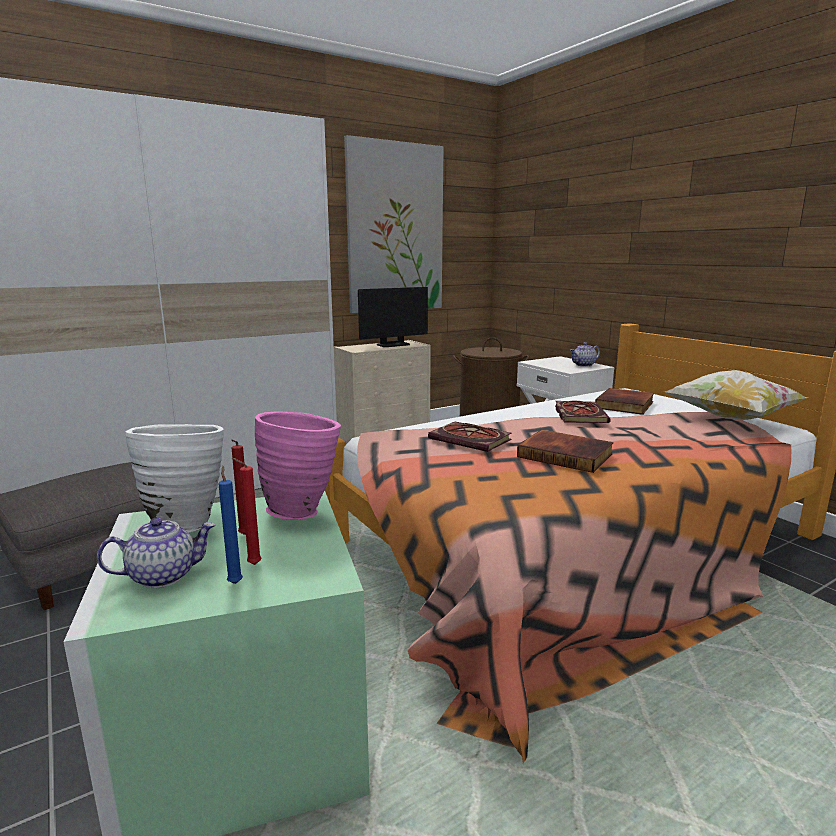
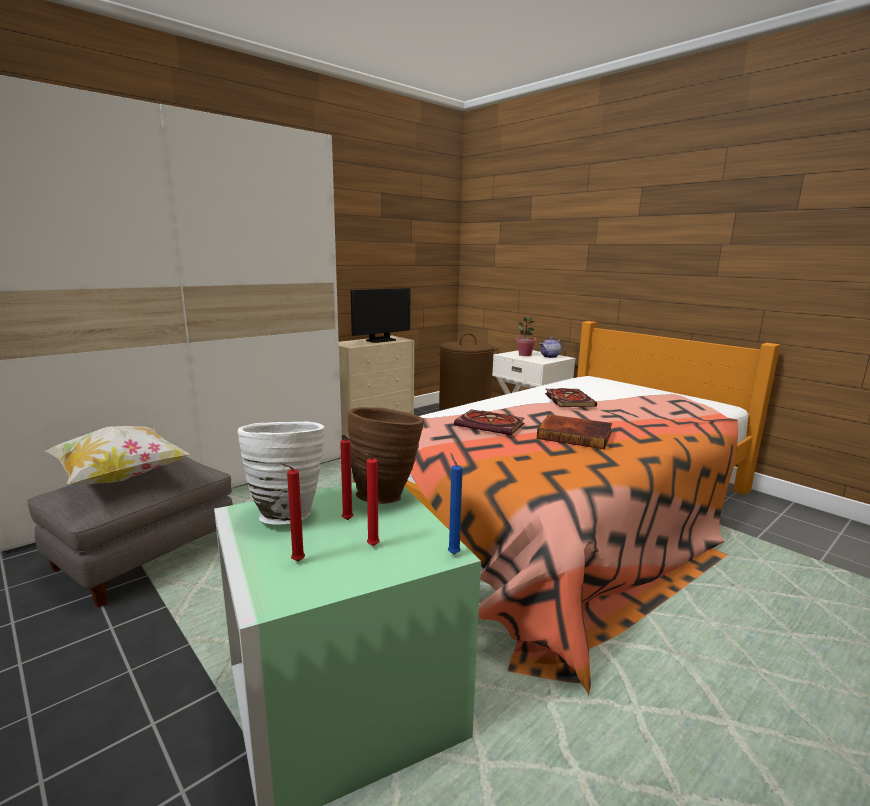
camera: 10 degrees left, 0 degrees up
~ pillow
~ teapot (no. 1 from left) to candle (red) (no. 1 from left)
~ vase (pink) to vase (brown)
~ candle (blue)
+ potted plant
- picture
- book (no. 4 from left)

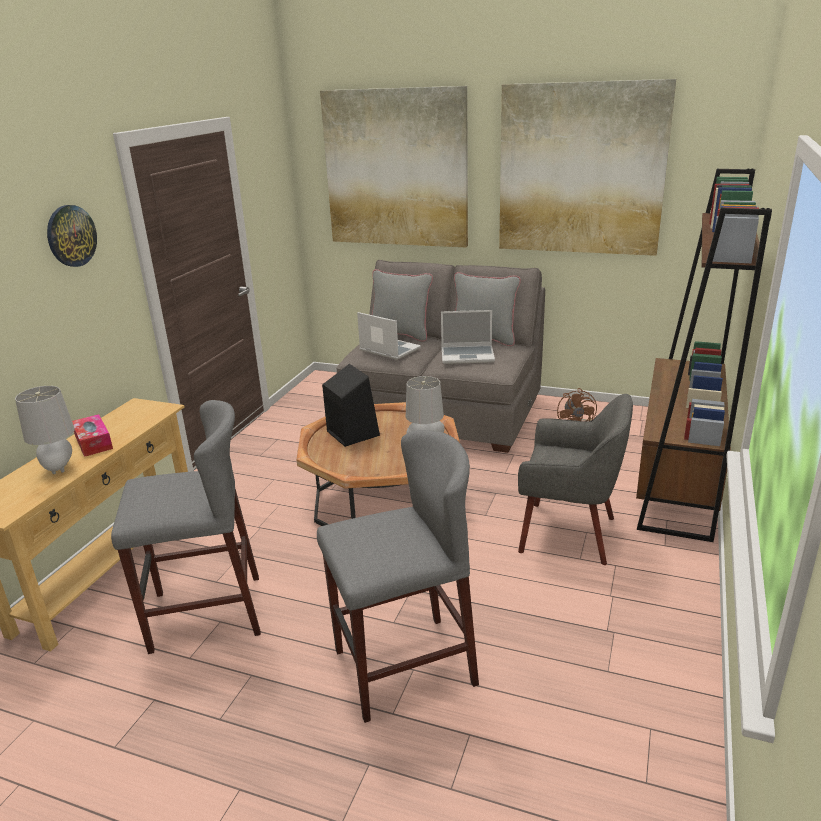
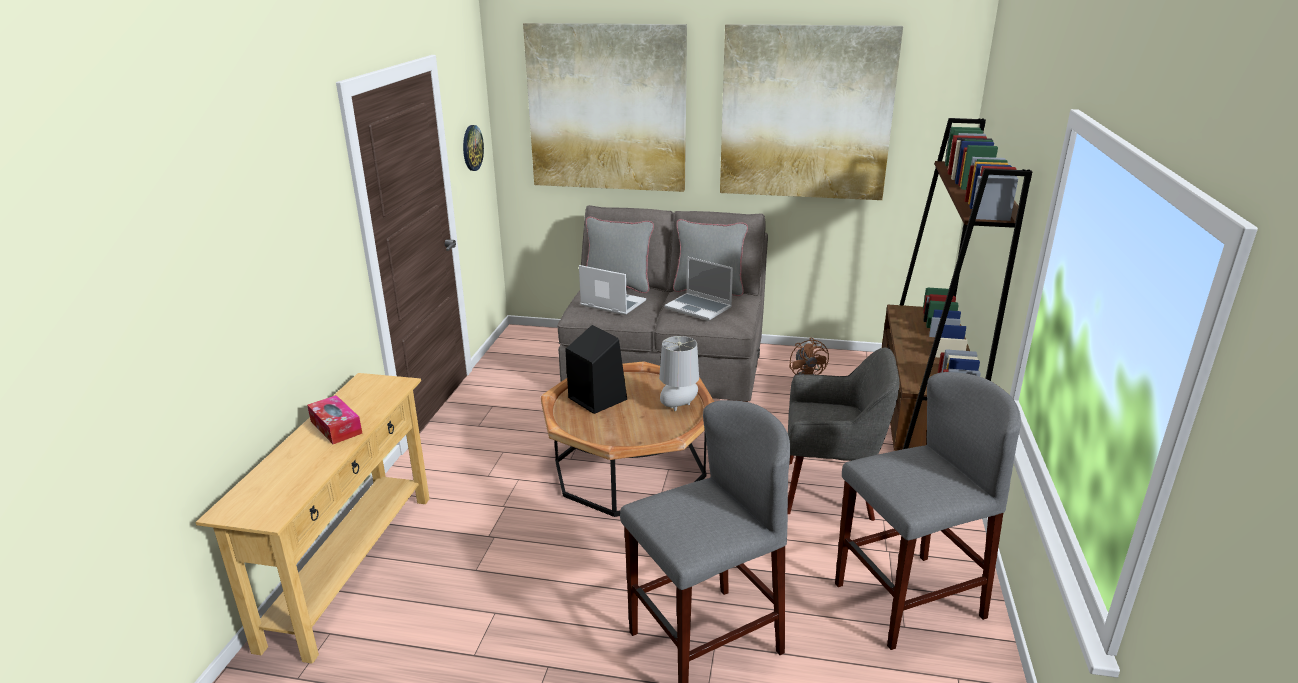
camera: 10 degrees left, 0 degrees up
~ wall clock
~ laptop (no. 2 from left) 45 degrees clockwise
~ stool (grey) (no. 1 from left in the first image) to stool (grey) (no. 2 from left)
- table lamp (grey) (no. 1 from left)

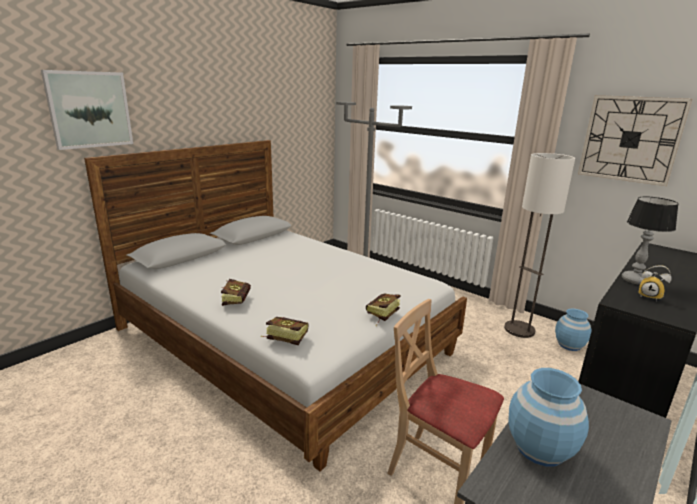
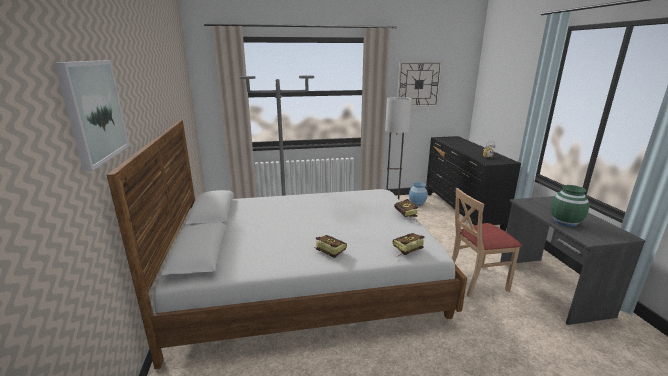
camera: 50 degrees left, 0 degrees up
~ vase (blue) (no. 1 from left) to vase (green)
- table lamp

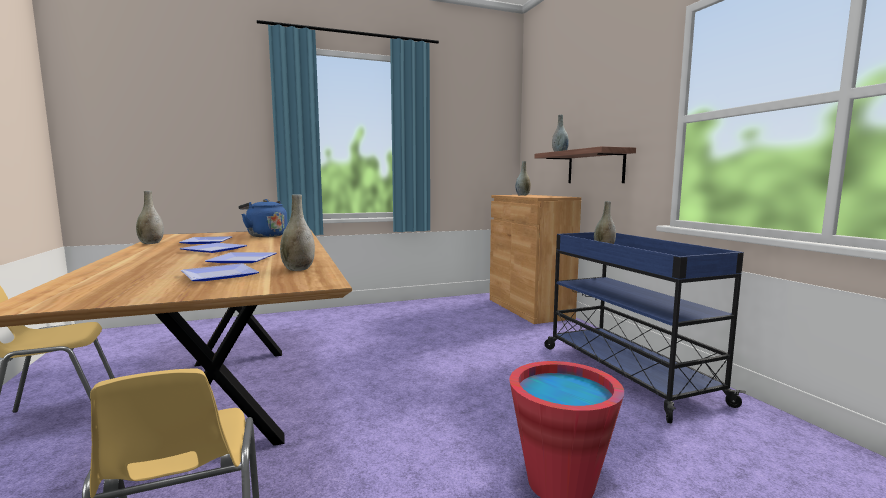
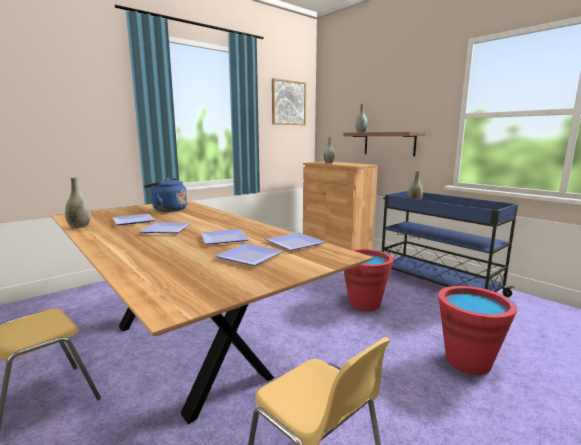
camera: 20 degrees left, 5 degrees up
~ vase (grey) (no. 2 from left) to plate (no. 5 from left)
+ picture
+ bucket (red) (no. 1 from left)

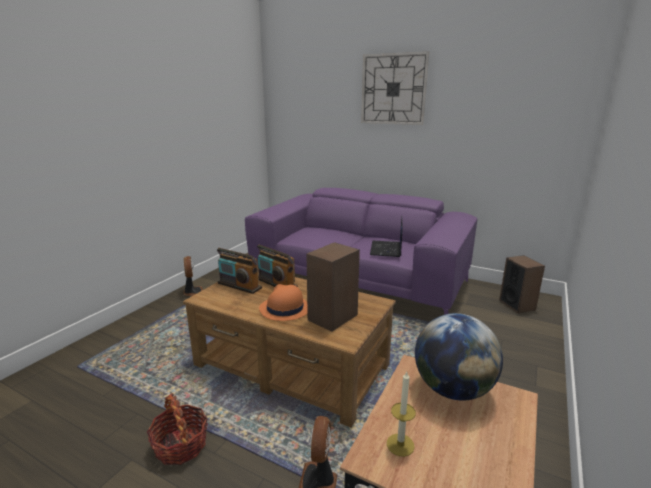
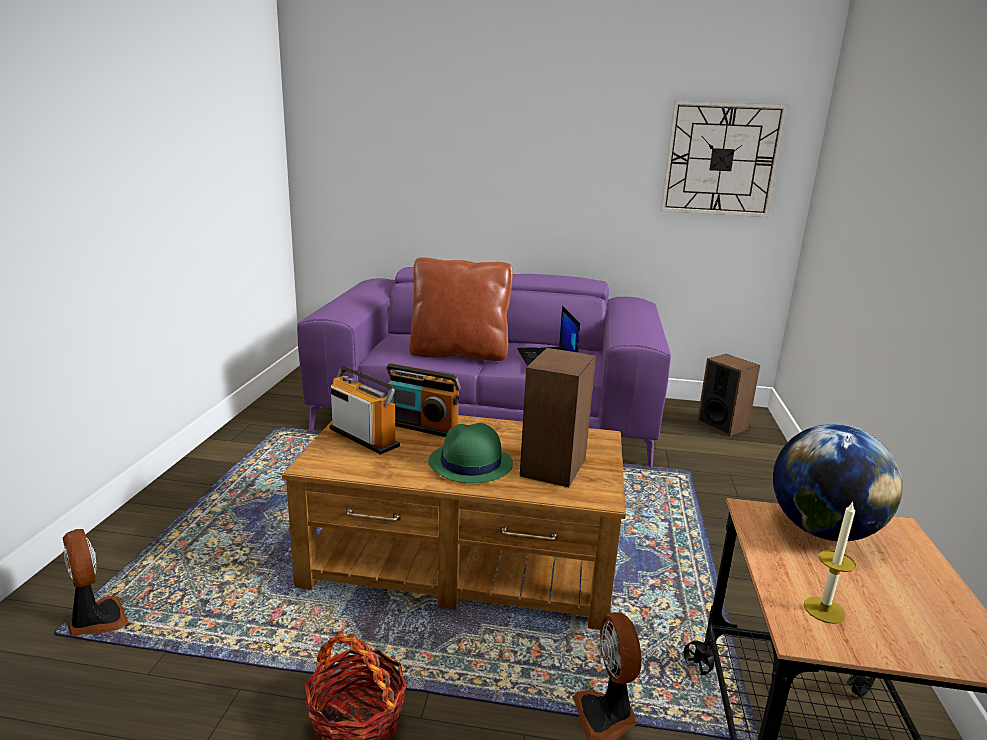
camera: 20 degrees left, 0 degrees up
~ fan (no. 1 from left)
~ radio (no. 1 from left) 150 degrees counterclockwise
+ pillow (brown)
~ hat (orange) to hat (green)
~ wall clock

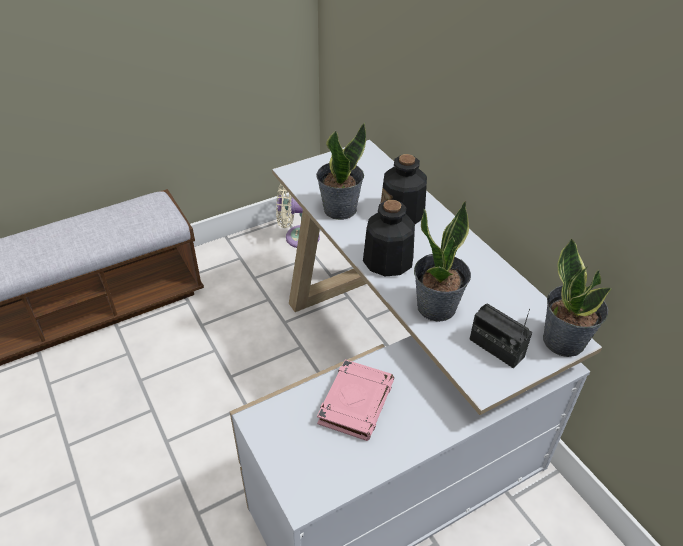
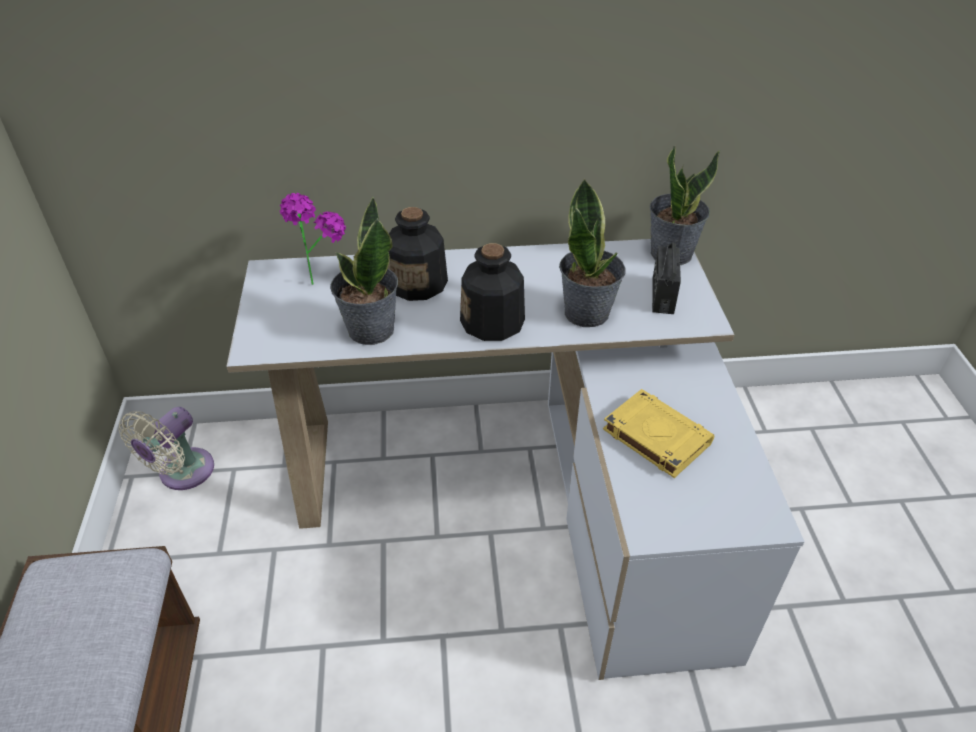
camera: 65 degrees left, 0 degrees up
+ potted plant (no. 1 from left)
~ book (pink) to book (yellow)
~ radio 120 degrees clockwise

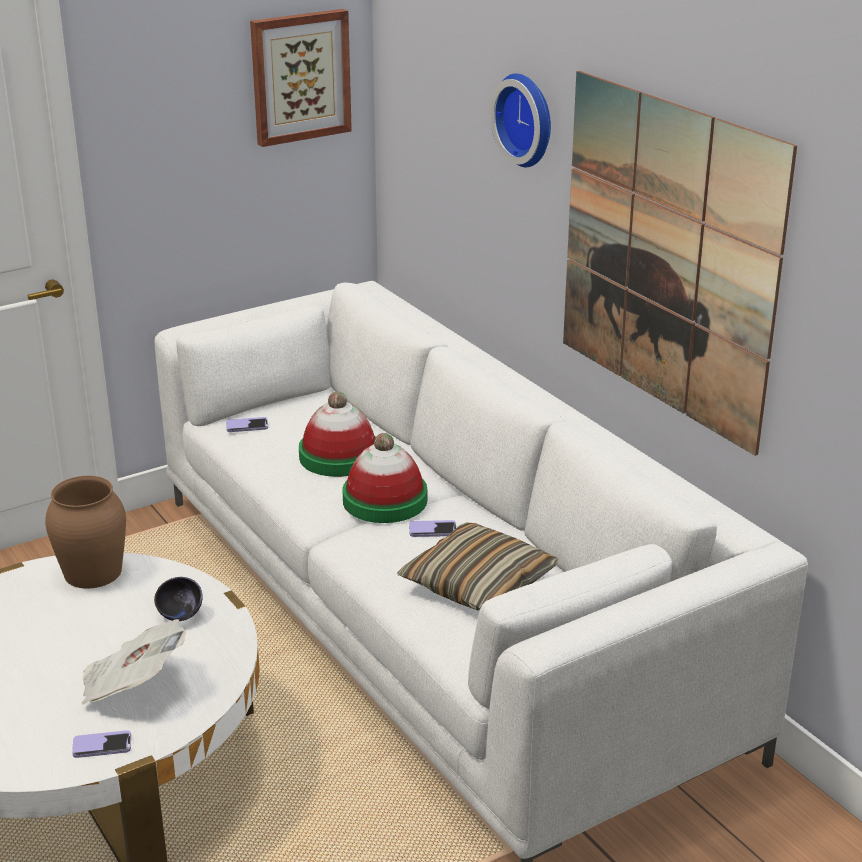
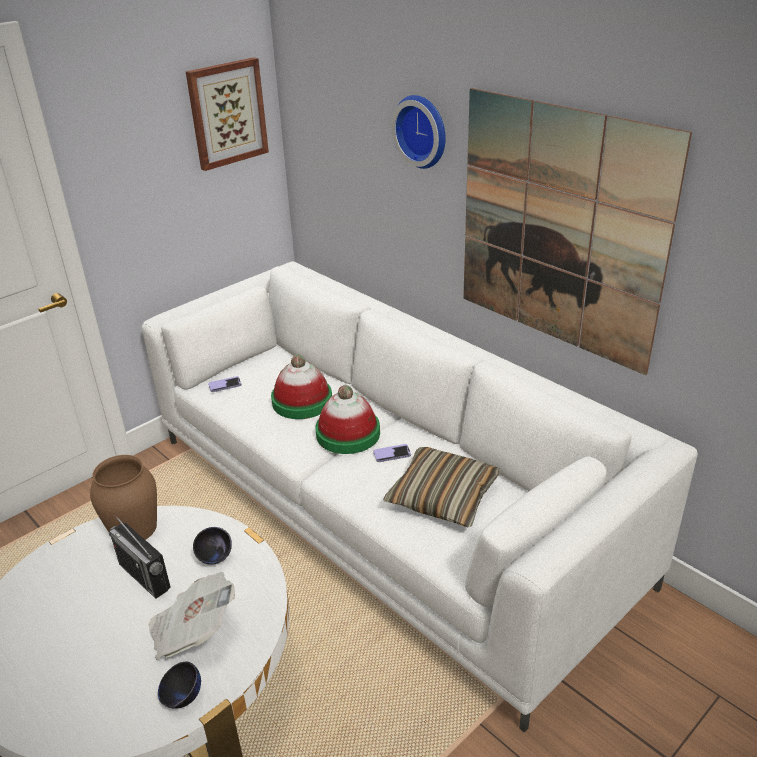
camera: 10 degrees left, 5 degrees up
+ radio
~ phone (no. 1 from left) to bowl (black) (no. 1 from left)

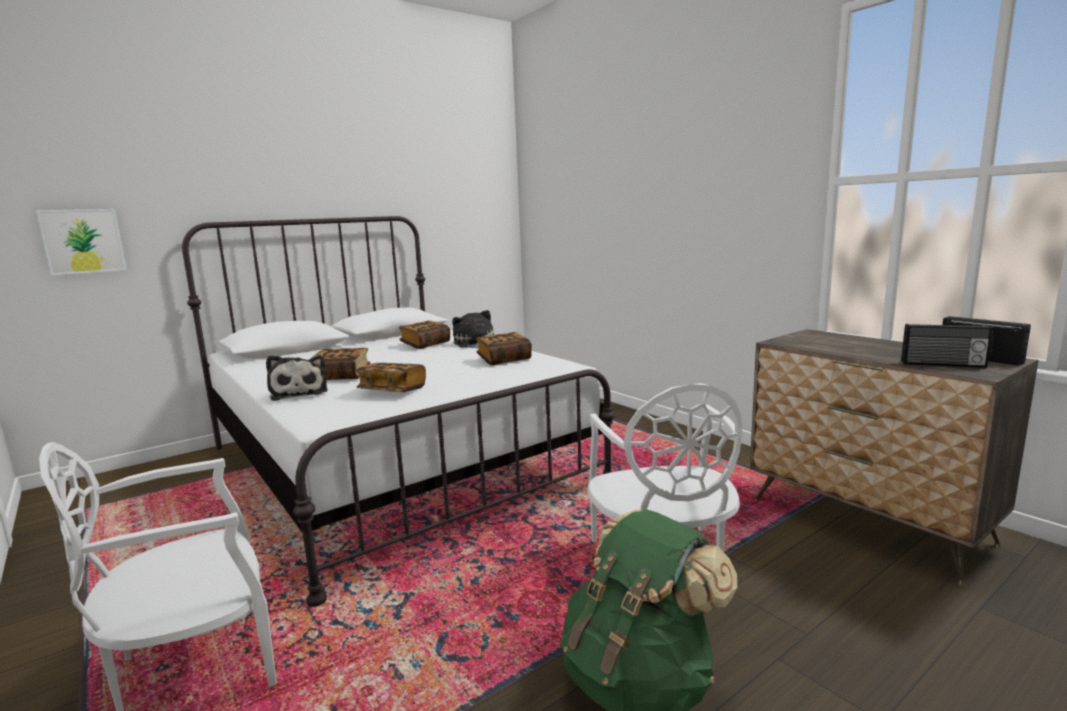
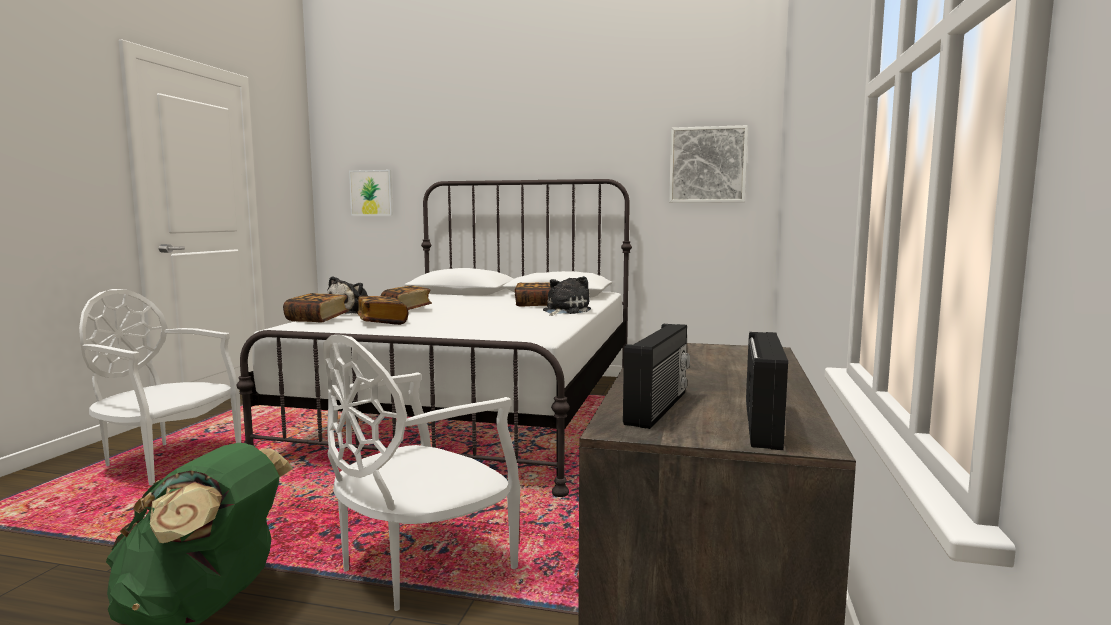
camera: 50 degrees right, 5 degrees down
~ book (no. 4 from left in the first image) to book (no. 1 from left)
~ radio (no. 1 from left) 135 degrees counterclockwise
+ picture (no. 2 from left)

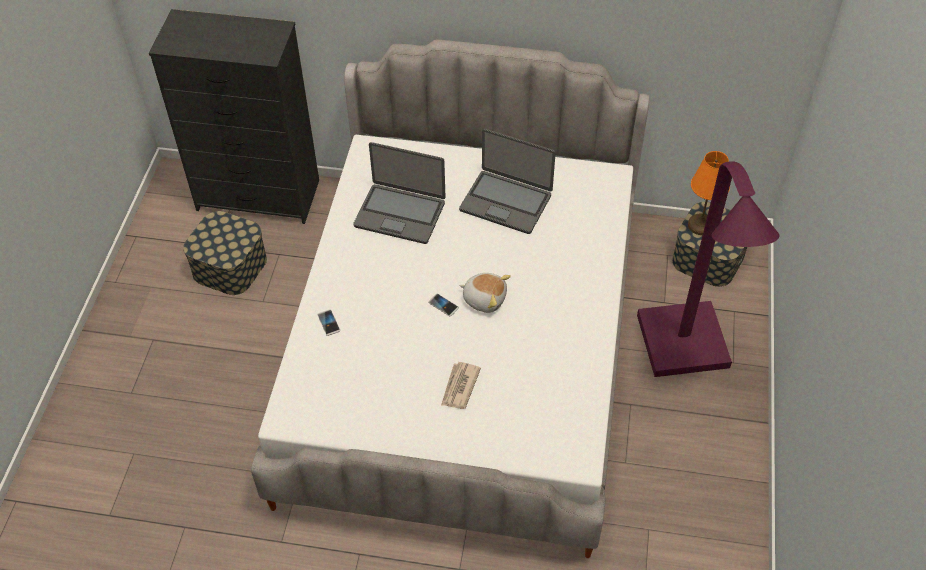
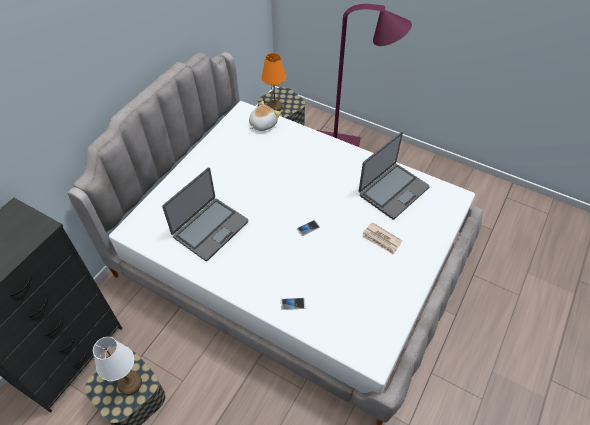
camera: 70 degrees left, 0 degrees up
+ table lamp (white)
~ plush toy
~ laptop (no. 2 from left)

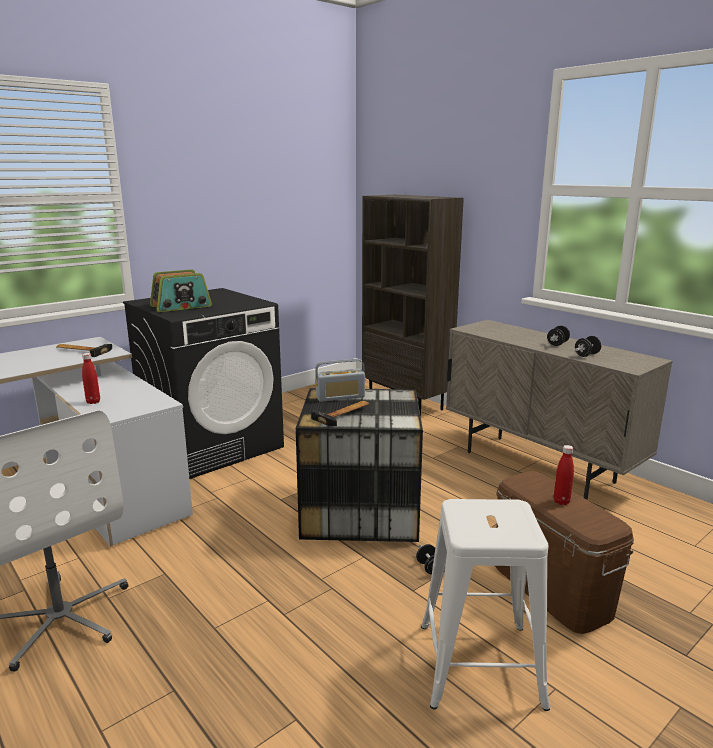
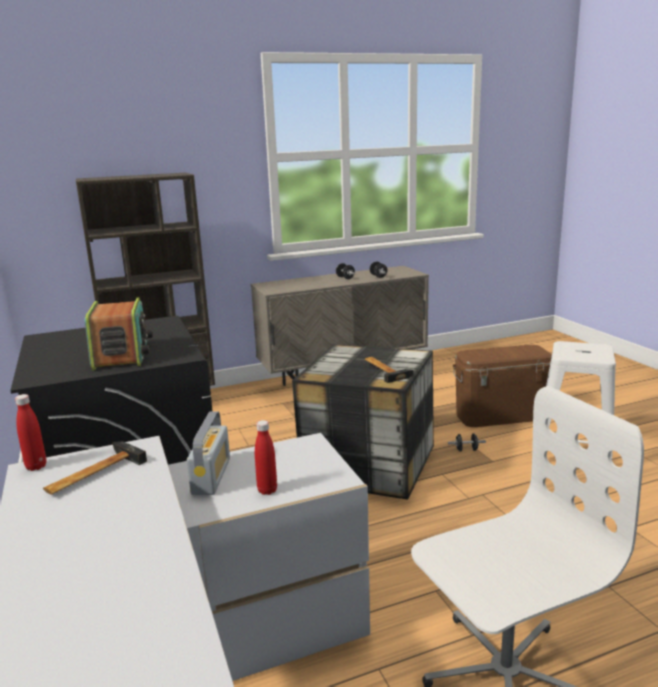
camera: 70 degrees left, 0 degrees up
~ bottle (red) (no. 2 from left in the first image) to bottle (red) (no. 1 from left)
~ radio (no. 2 from left)

